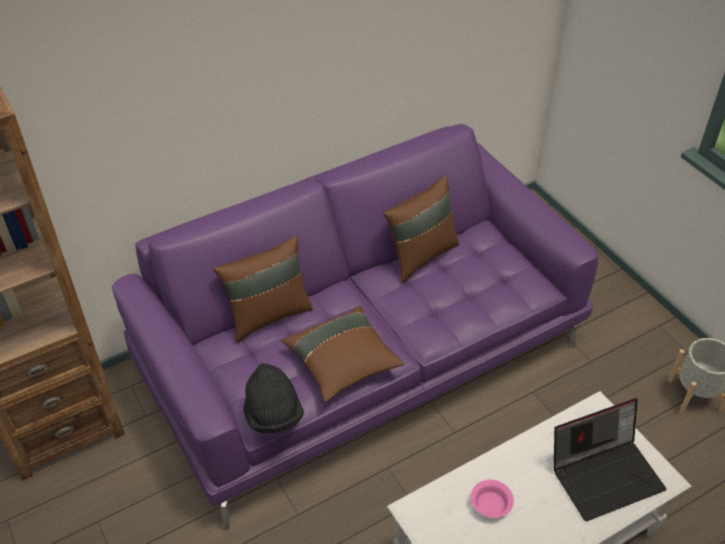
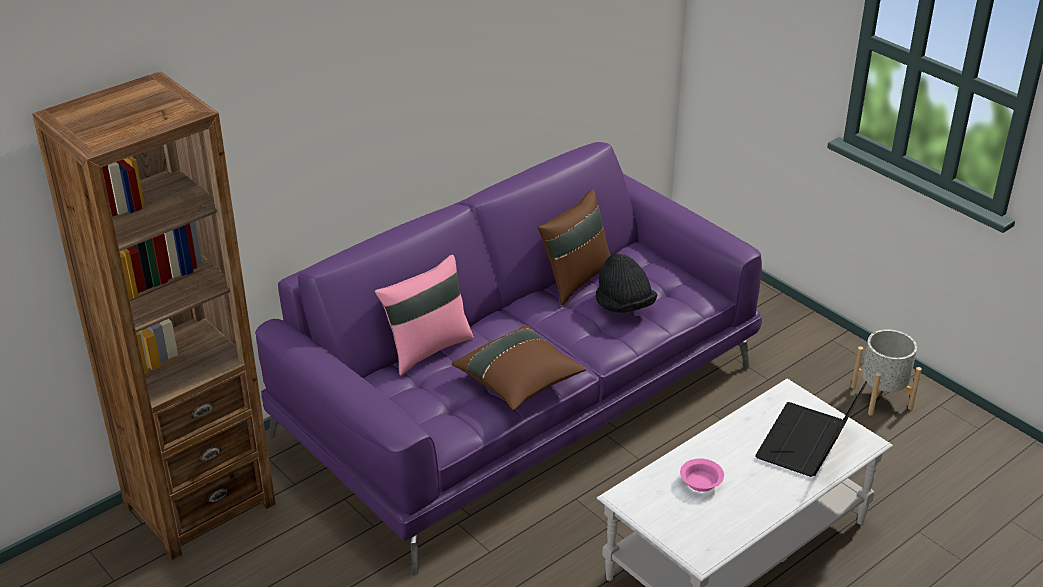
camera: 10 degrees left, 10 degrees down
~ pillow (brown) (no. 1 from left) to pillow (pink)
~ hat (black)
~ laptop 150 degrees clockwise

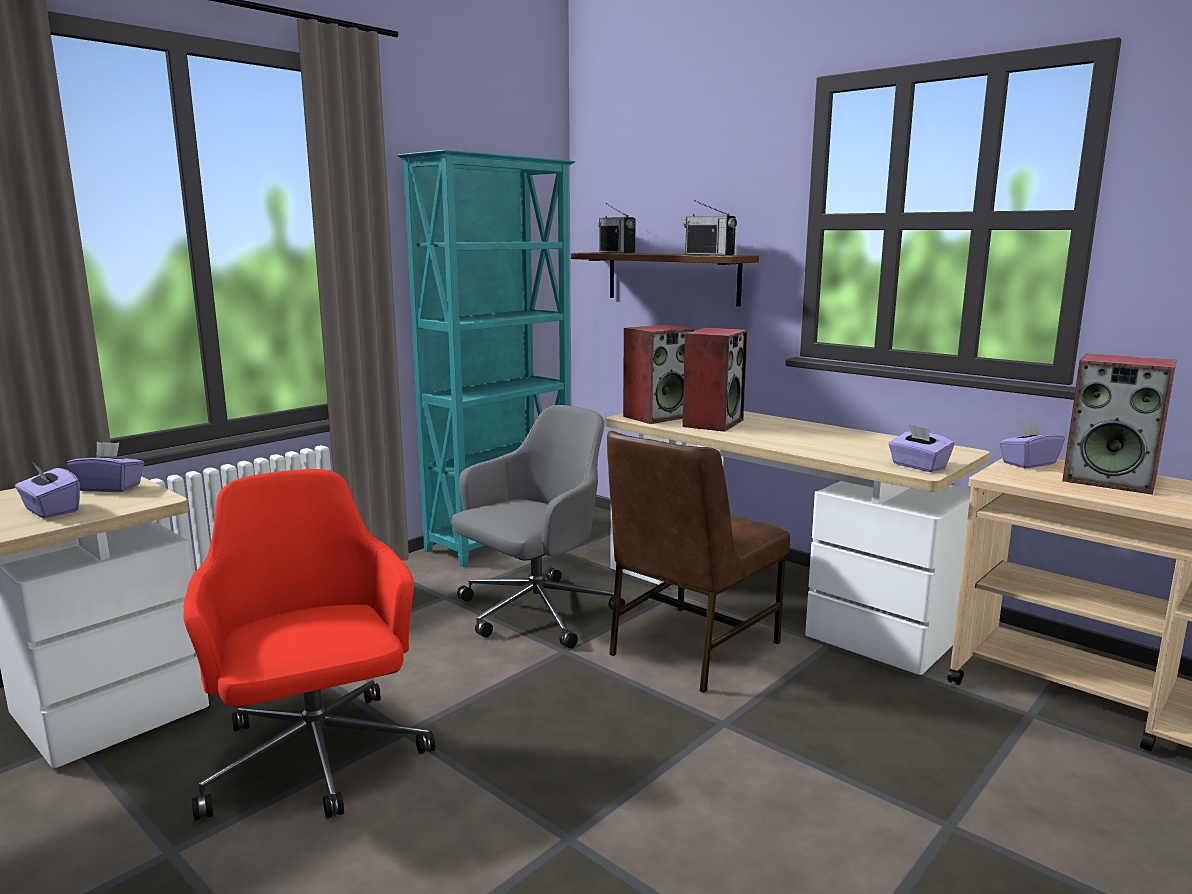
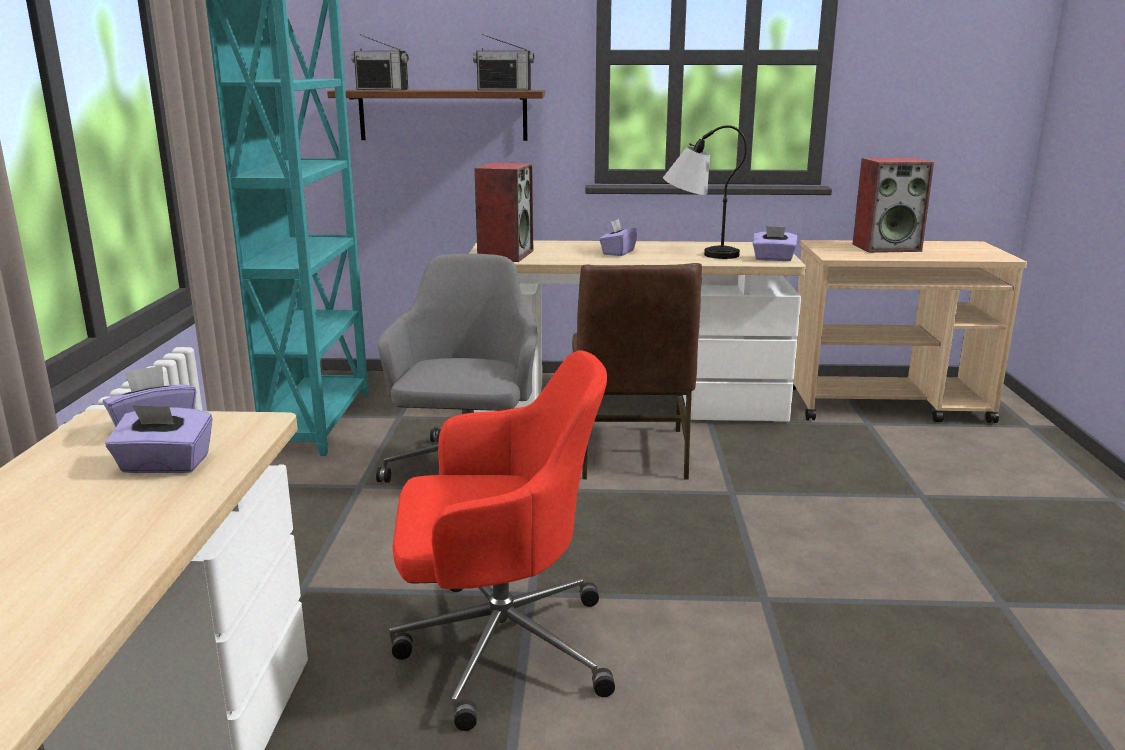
camera: 40 degrees left, 5 degrees up
~ office chair (red) 150 degrees clockwise
~ tissue box (purple) (no. 4 from left in the first image) to tissue box (purple) (no. 3 from left)
+ table lamp
- speaker (no. 2 from left)

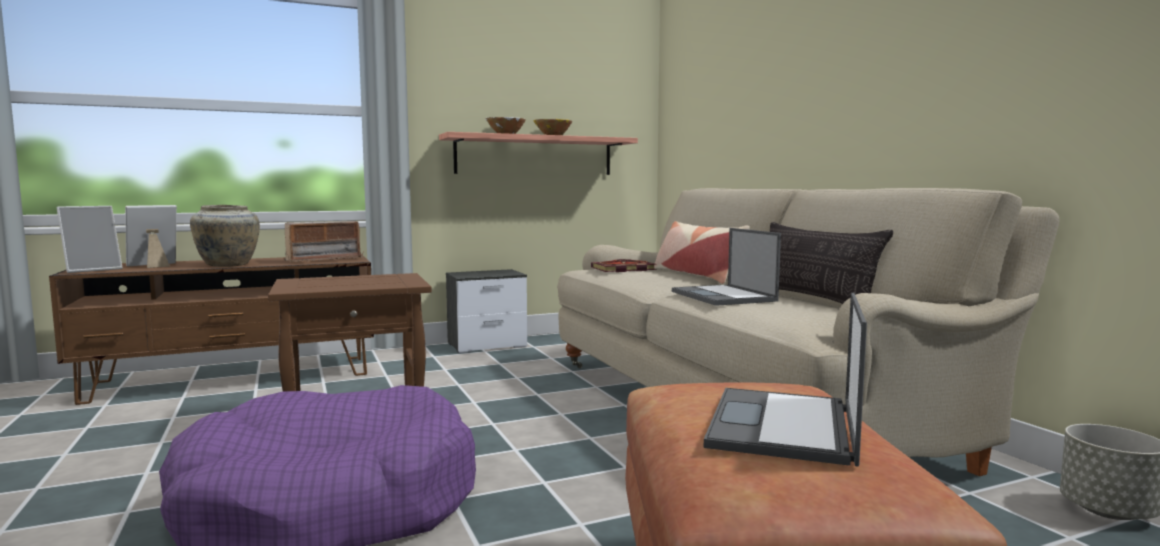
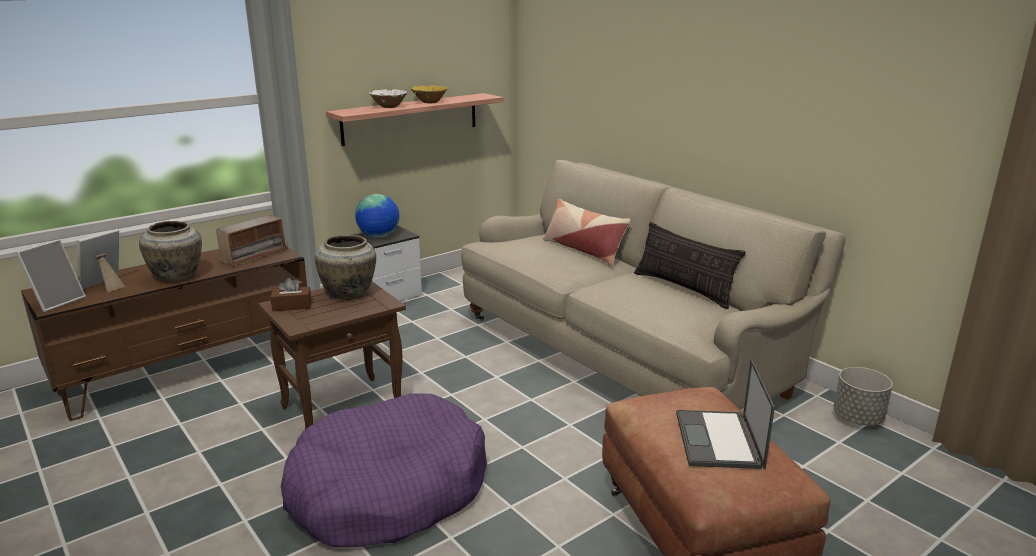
camera: 15 degrees left, 15 degrees up
+ tissue box (brown)
+ vase (beige) (no. 2 from left)
+ globe
- book
- laptop (no. 1 from left)

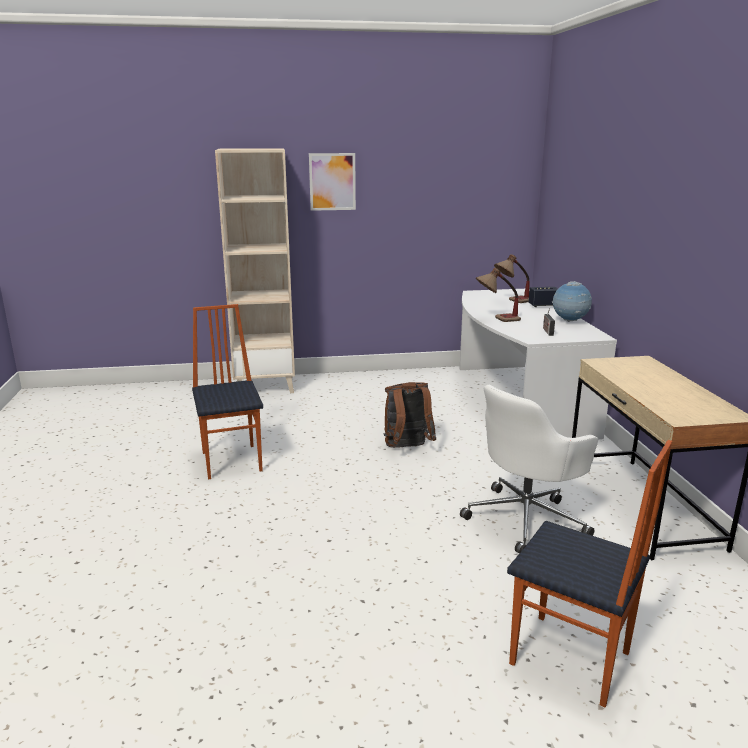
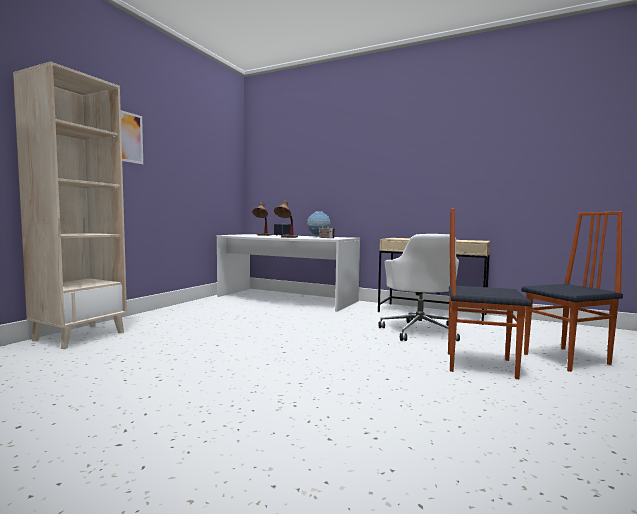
camera: 55 degrees left, 15 degrees down
~ chair (no. 1 from left)
- backpack (brown)

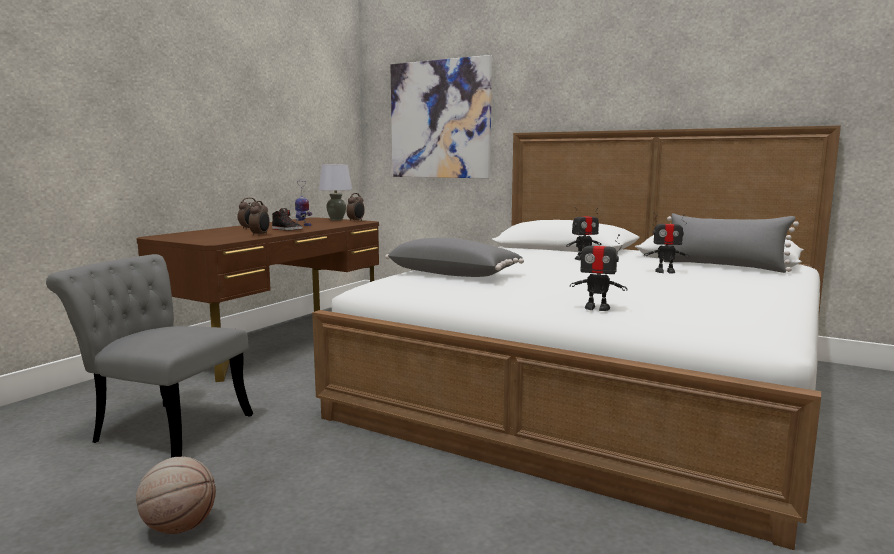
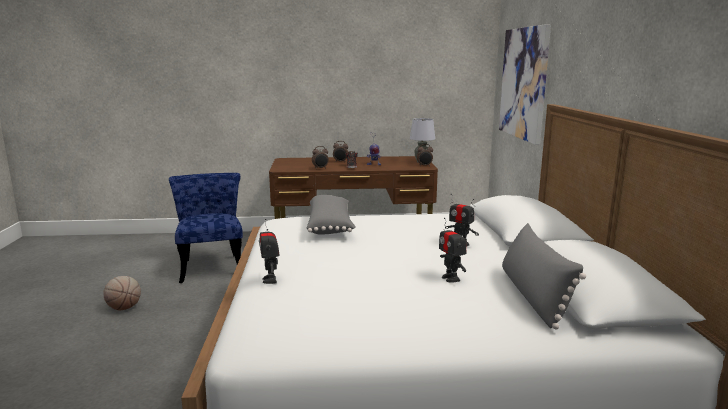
camera: 55 degrees right, 5 degrees up
~ chair (grey) to chair (blue)

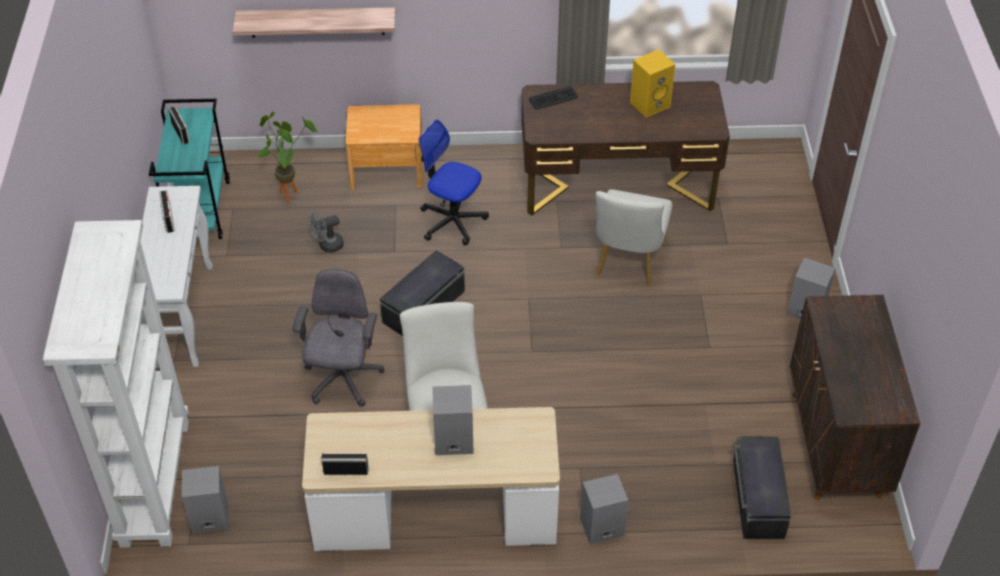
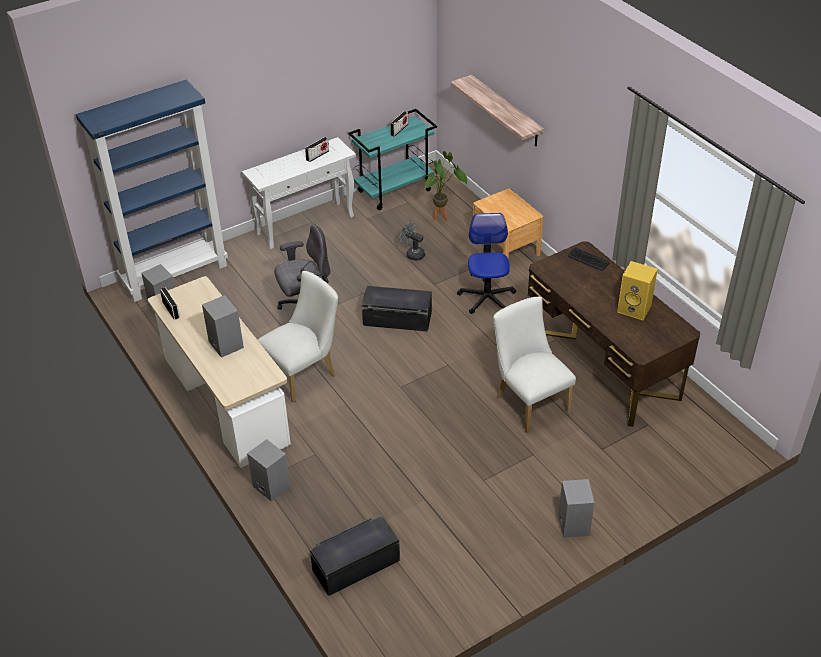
camera: 60 degrees right, 5 degrees down
~ bookcase (white) to bookcase (blue)
~ chair (white) (no. 2 from left) 75 degrees clockwise
- cabinet (brown)

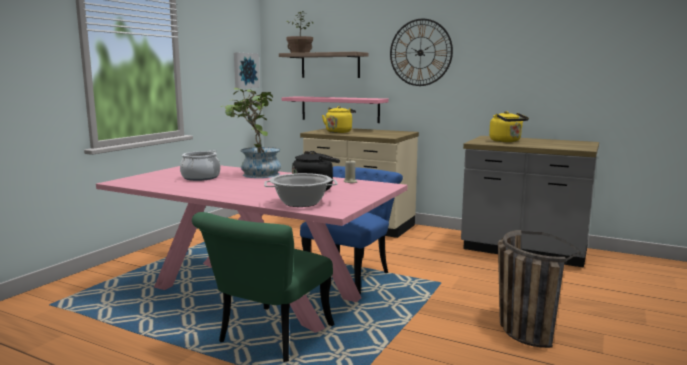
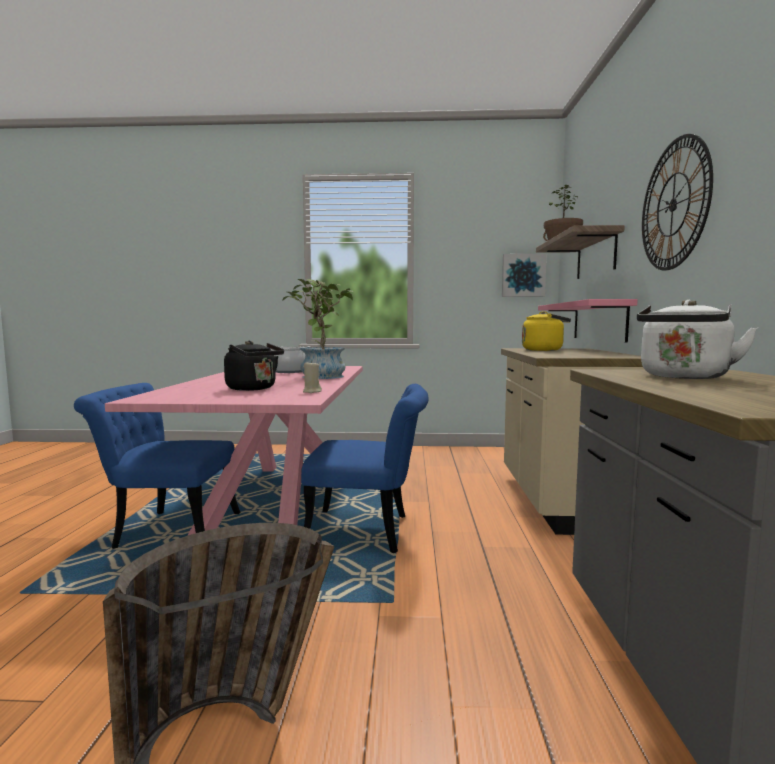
camera: 65 degrees right, 5 degrees down
~ chair (green) to chair (blue) (no. 1 from left)
~ kettle (yellow) (no. 2 from left) to kettle (white)
- cooking pot (no. 2 from left)

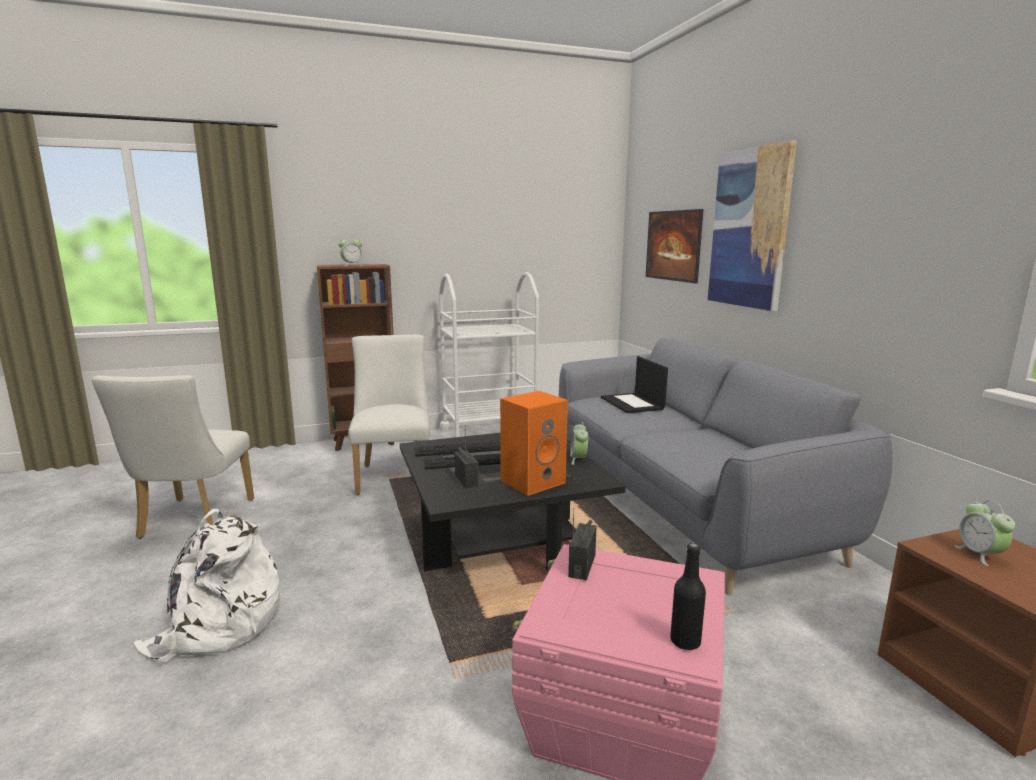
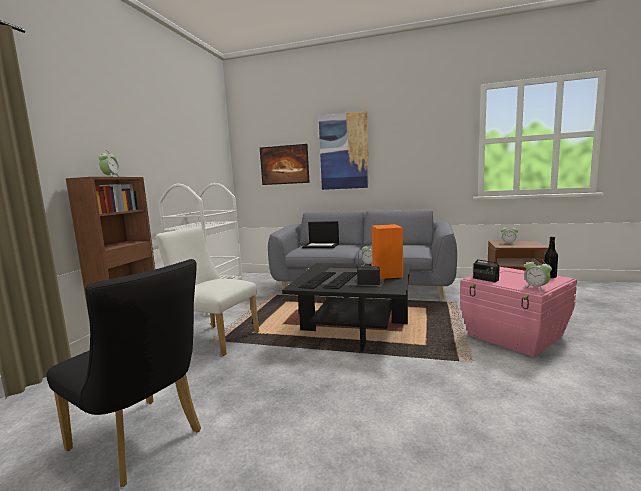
camera: 55 degrees left, 5 degrees down
~ chair (white) (no. 1 from left) to chair (black)
+ alarm clock (no. 4 from left)
- backpack (white)

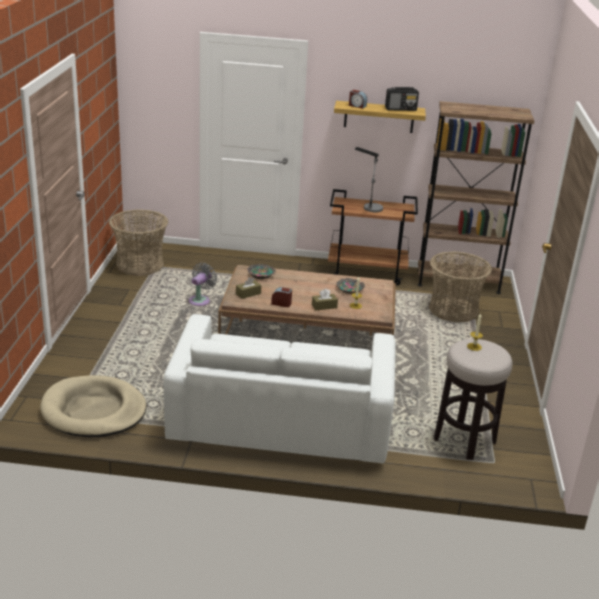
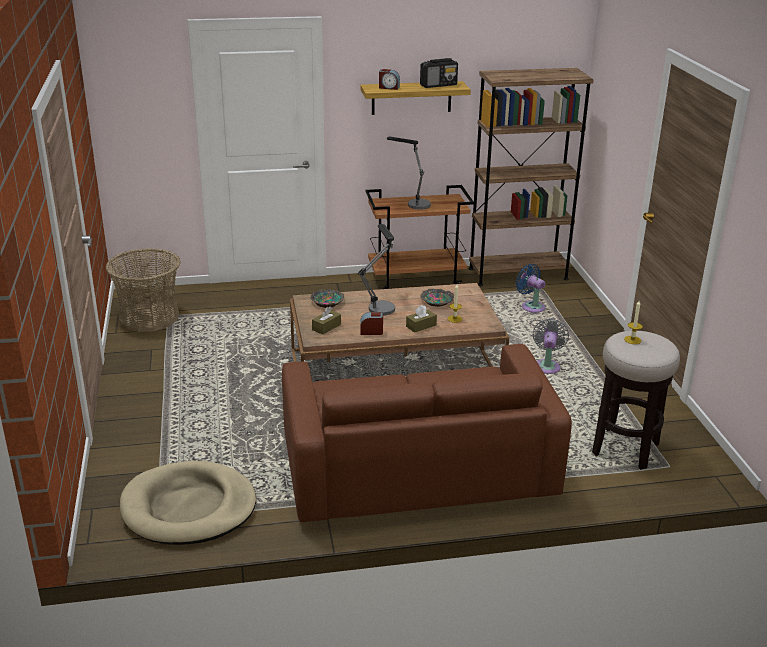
camera: 15 degrees left, 0 degrees up
~ sofa (white) to sofa (brown)
+ table lamp (no. 1 from left)
~ basket (no. 2 from left) to fan (blue)
~ fan (grey)

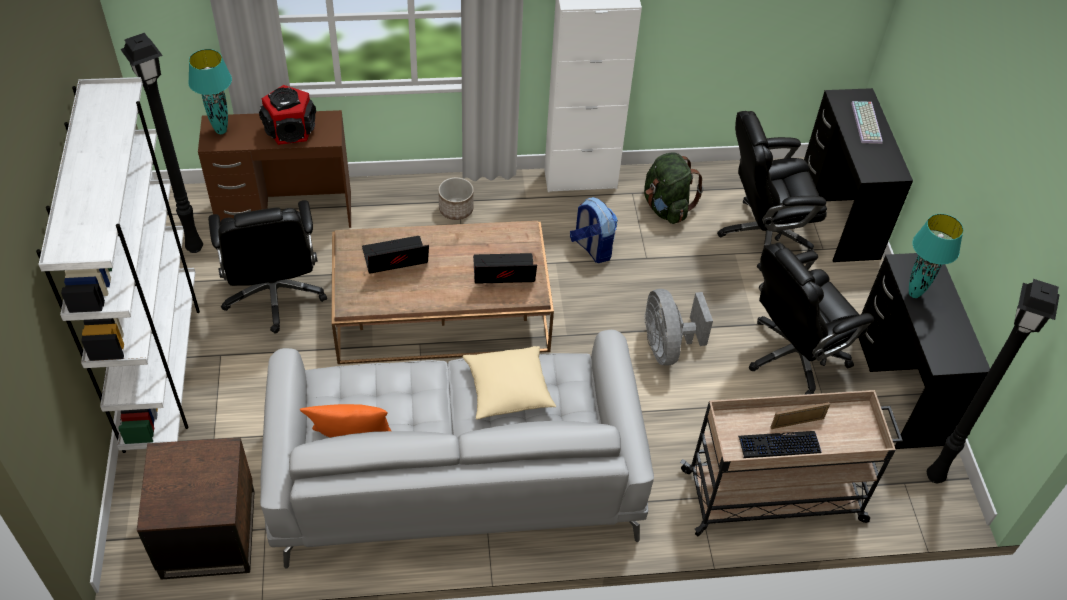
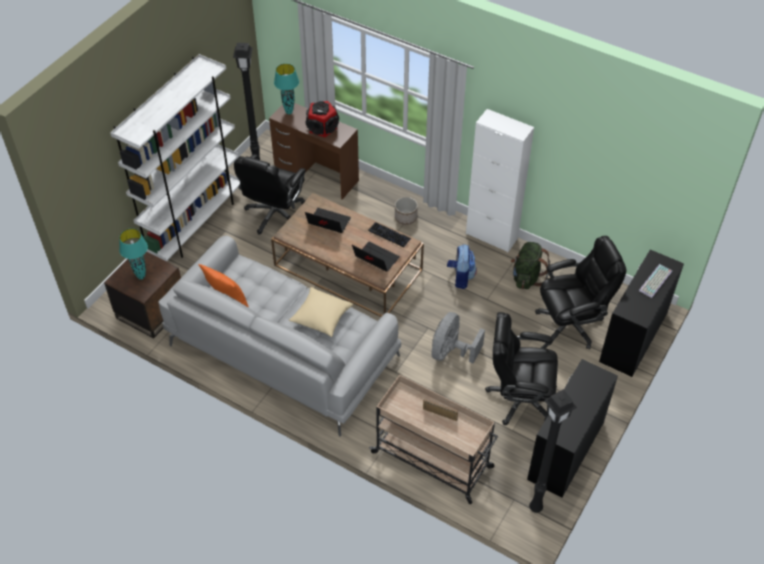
camera: 40 degrees right, 0 degrees up
~ table lamp (turquoise) (no. 2 from left in the first image) to table lamp (turquoise) (no. 1 from left)
~ keyboard (no. 1 from left)
~ office chair (black) (no. 2 from left in the first image) 135 degrees clockwise

